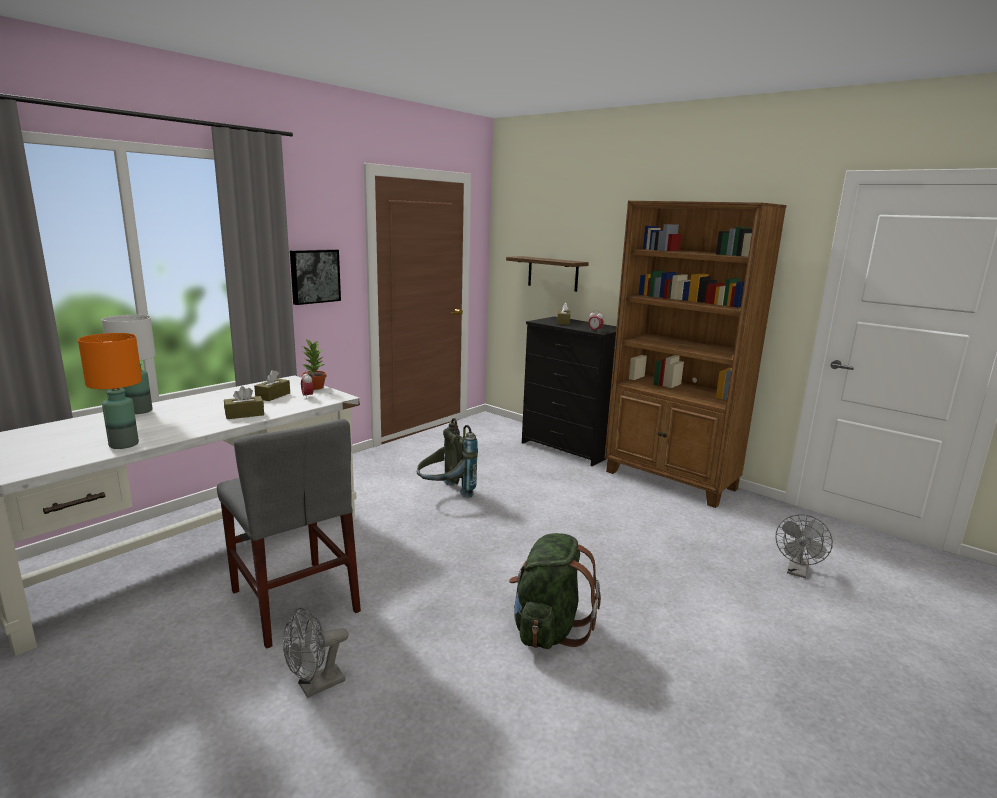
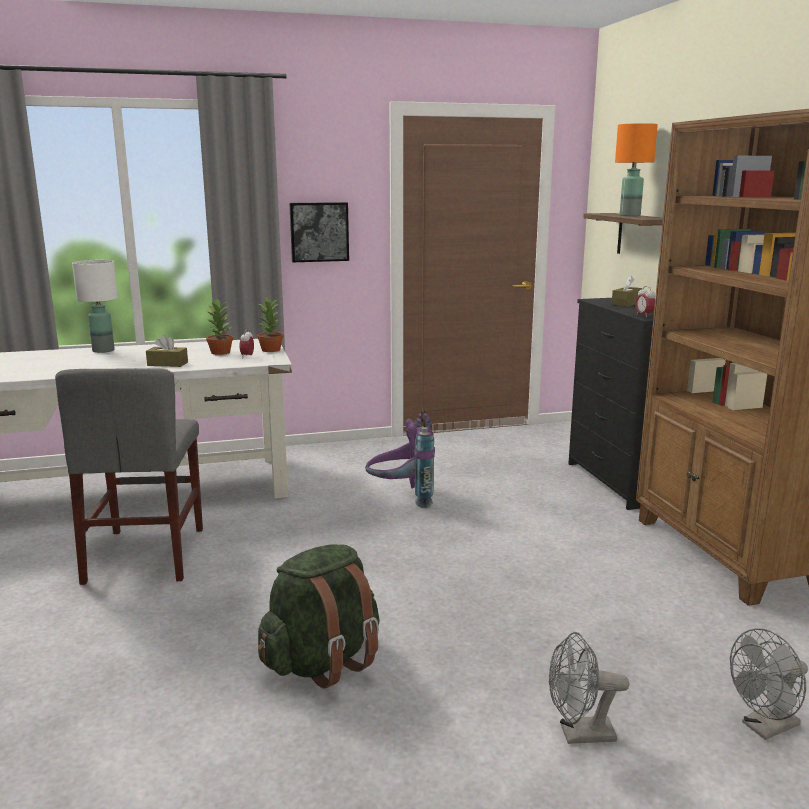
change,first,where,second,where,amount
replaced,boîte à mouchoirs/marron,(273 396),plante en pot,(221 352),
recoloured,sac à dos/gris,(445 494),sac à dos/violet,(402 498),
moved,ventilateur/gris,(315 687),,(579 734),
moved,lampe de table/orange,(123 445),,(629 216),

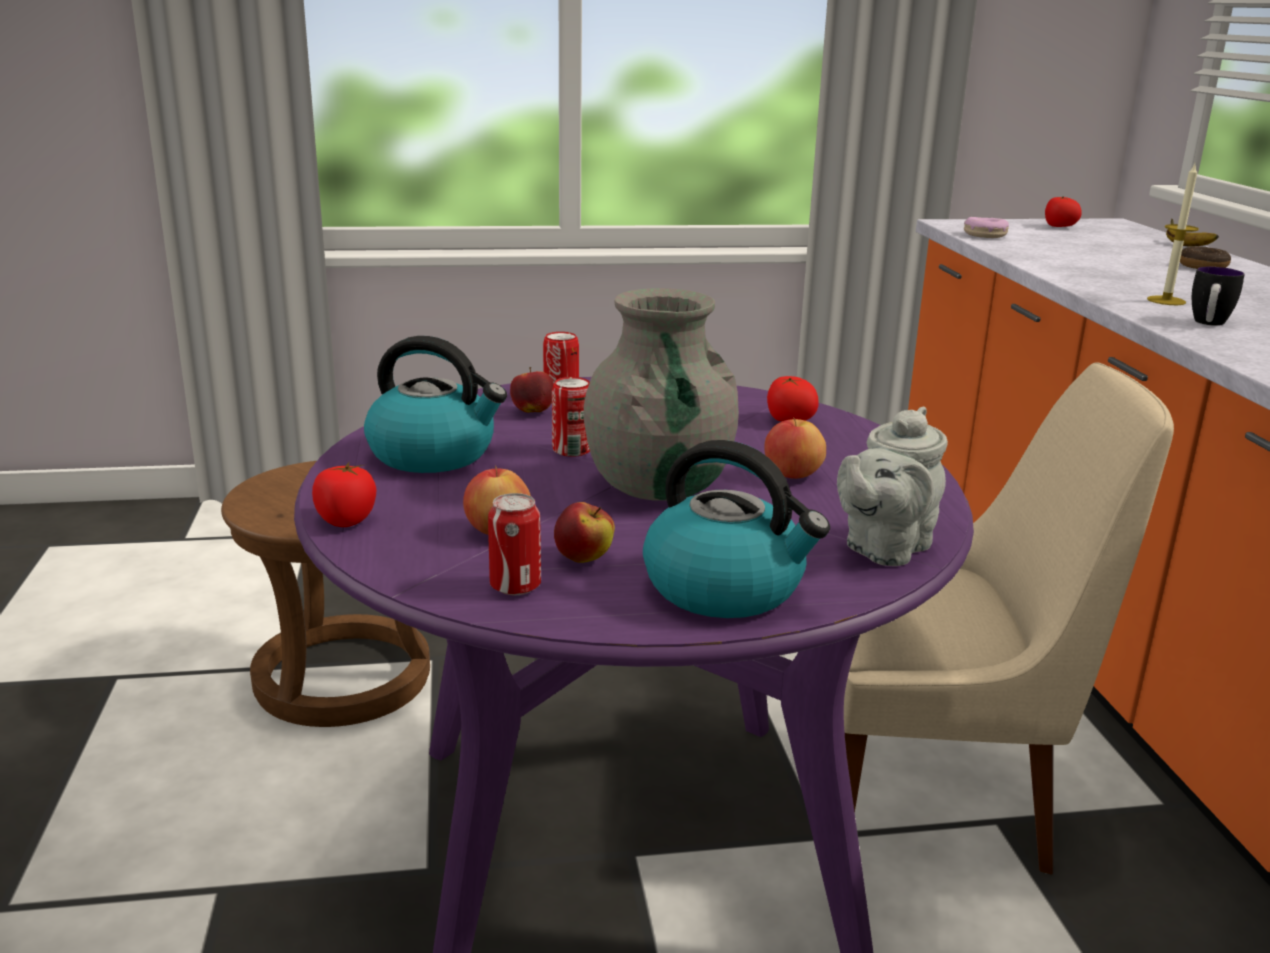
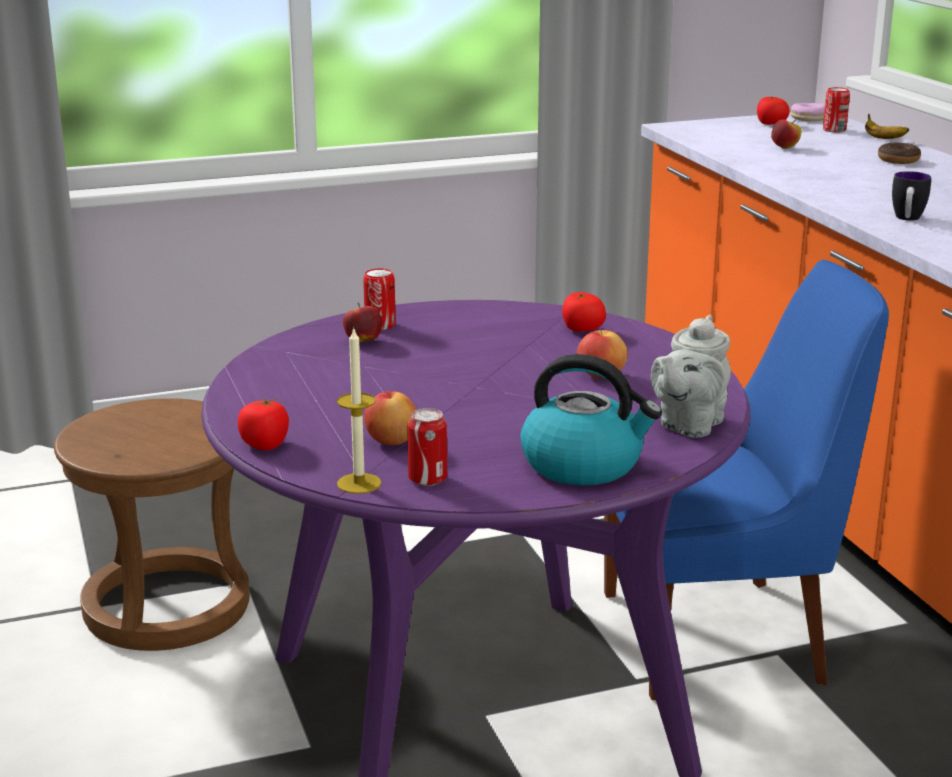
change,first,where,second,where,amount
moved,bougie,(1166 300),,(359 483),
recoloured,chaise/beige,(932 792),chaise/bleu,(721 637),
moved,pomme,(584 558),,(785 148),
moved,beignet,(985 235),,(809 118),
moved,boîte métallique,(572 450),,(834 130),
removed,bouilloire,(434 454),,,
removed,vase/gris,(659 486),,,

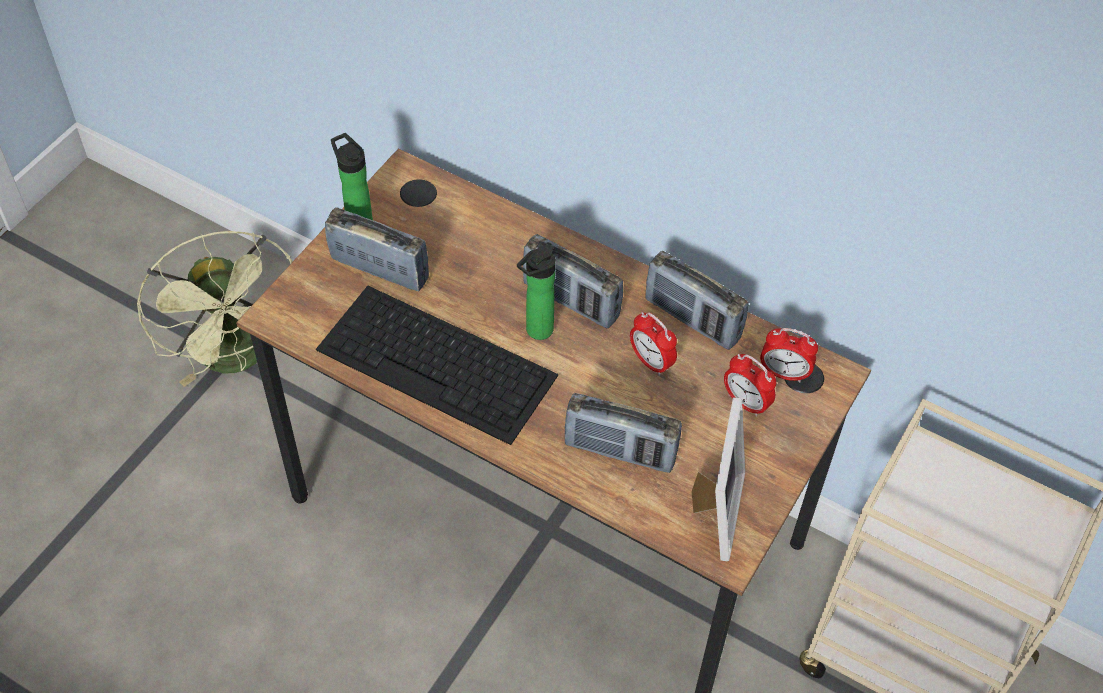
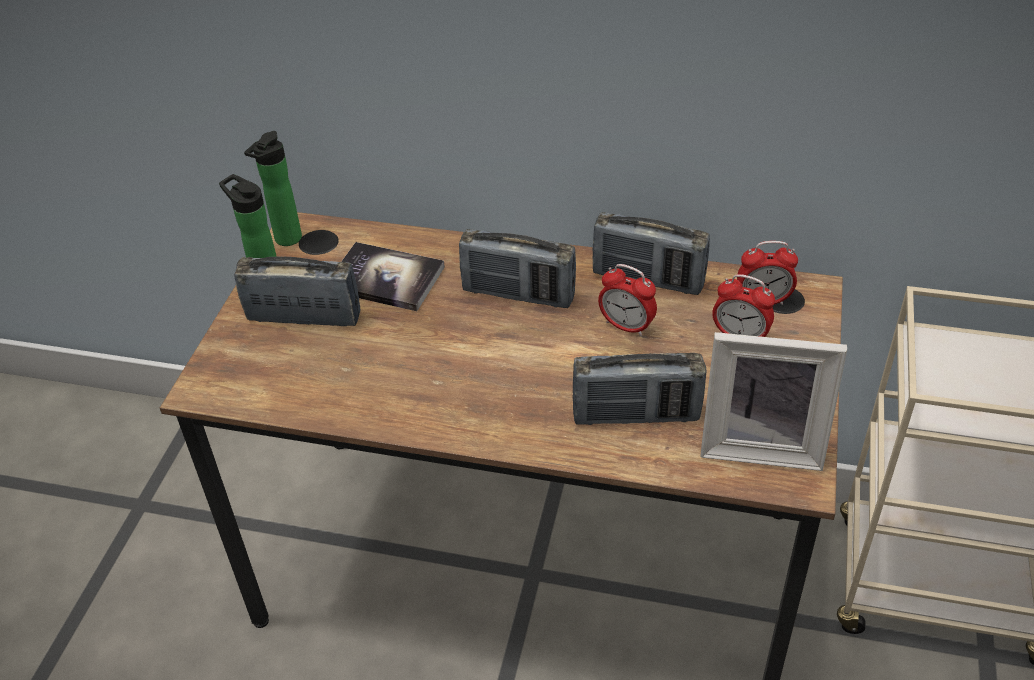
change,first,where,second,where,amount
moved,bouteille,(536 332),,(285 240),
added,,,livre,(385 278),
turned,cadre photo,(712 511),,(761 444),105 degrees clockwise
removed,ventilateur/vert,(240 358),,,
removed,clavier,(439 363),,,

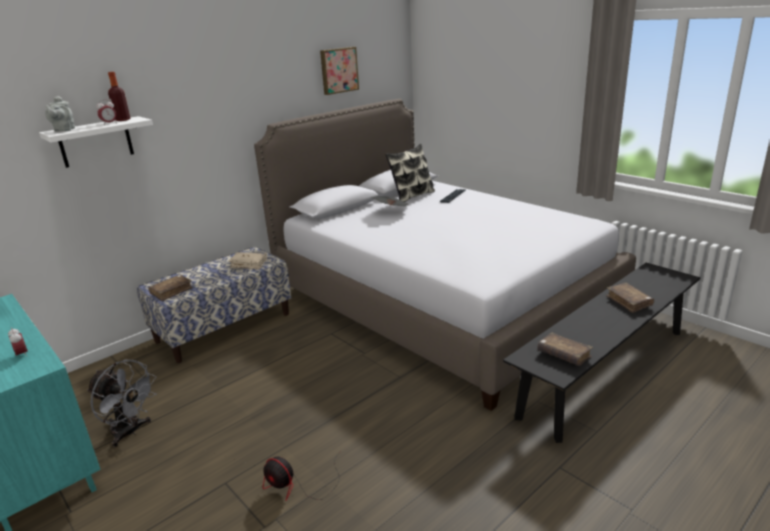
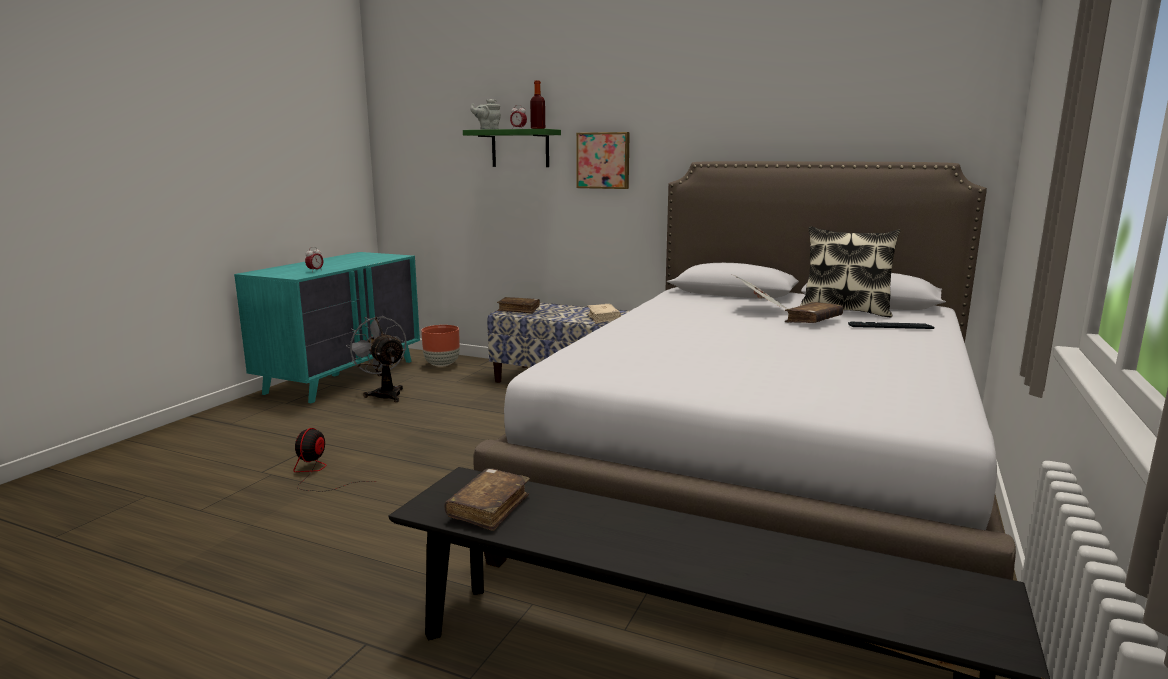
change,first,where,second,where,amount
turned,ventilateur/gris,(130 432),,(384 394),135 degrees clockwise
added,,,cache-pot/marron,(441 365),
recoloured,étagère/blanc,(96 142),étagère/vert,(520 148),
moved,tableau,(338 70),,(603 160),
moved,livre/marron,(629 302),,(813 321),

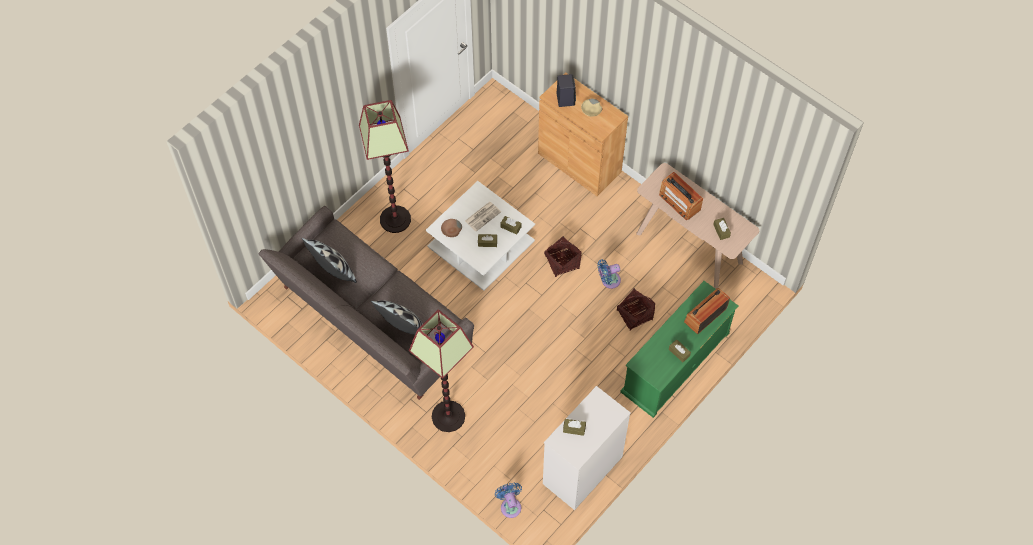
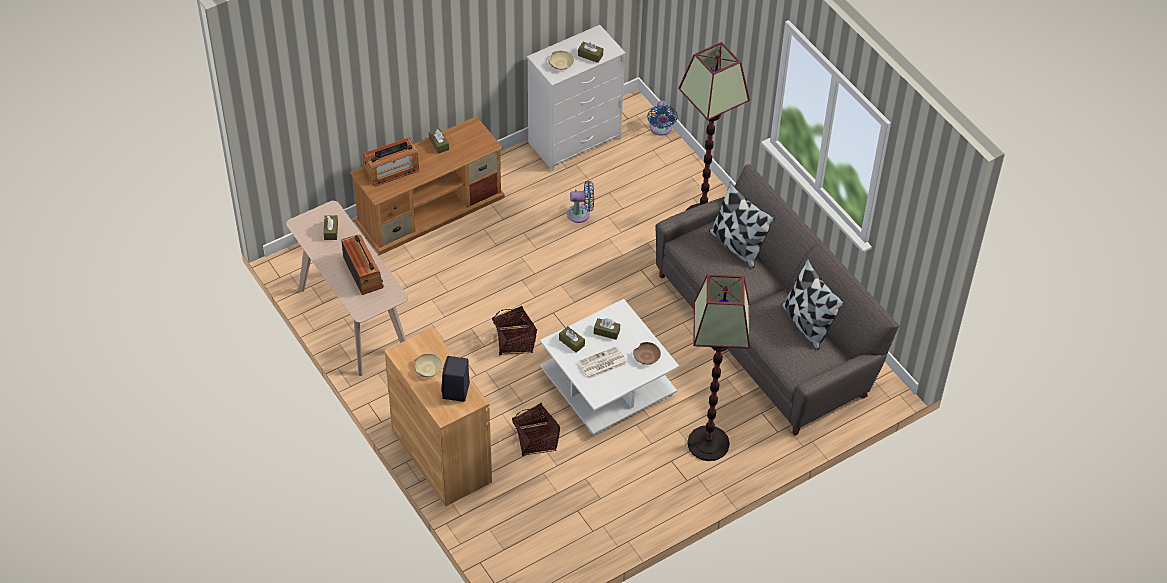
change,first,where,second,where,amount
recoloured,meuble télé/vert,(675 363),meuble télé/marron,(431 209),
moved,panier,(635 315),,(535 440),
added,,,bol/beige,(561 63),
moved,ventilateur/bleu,(608 280),,(581 214),

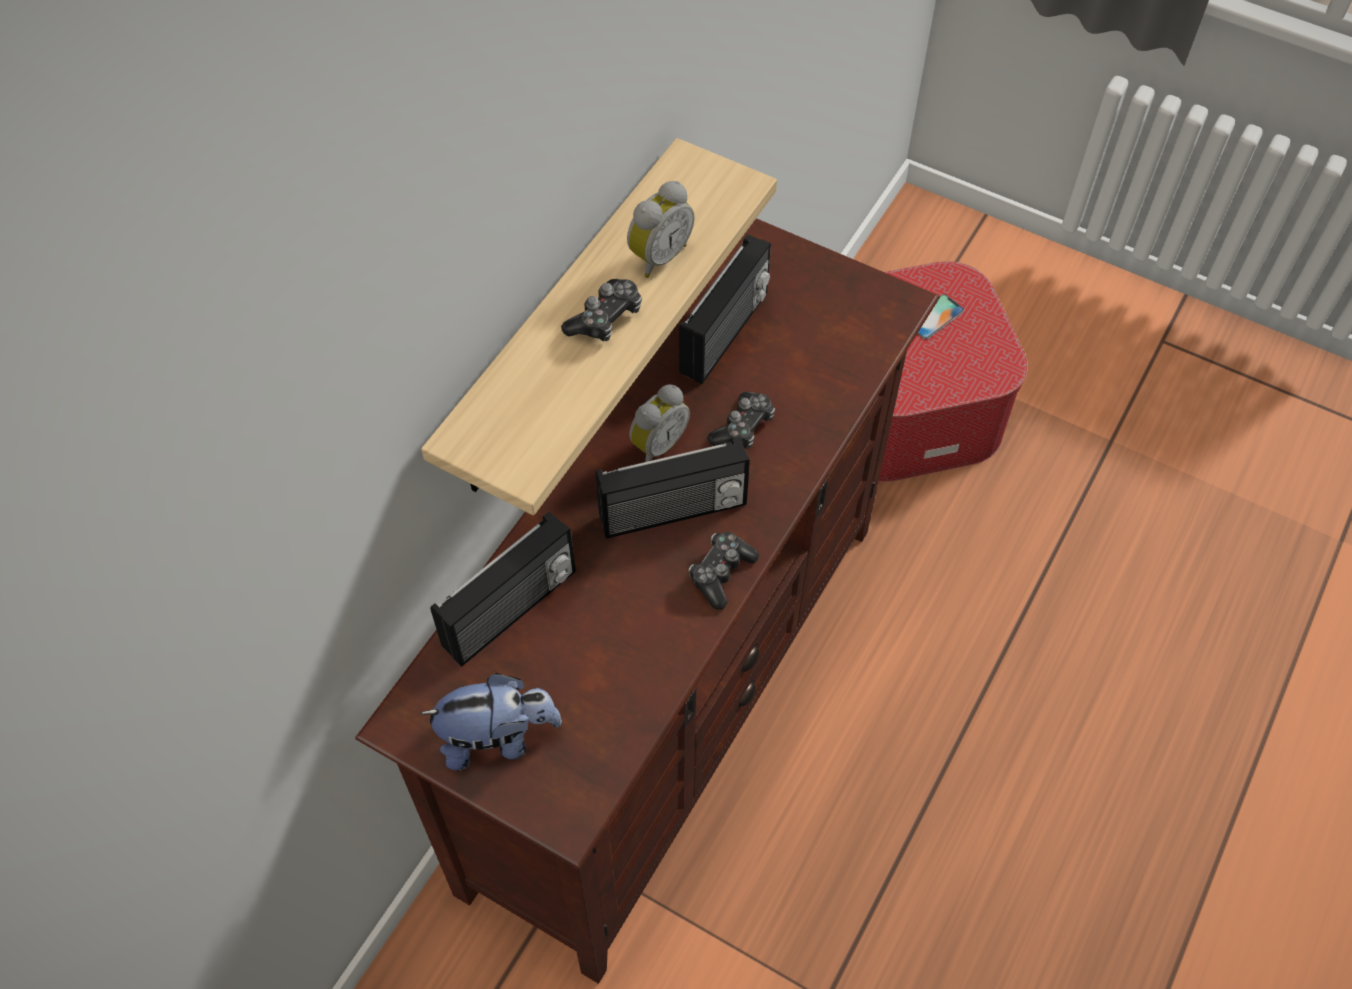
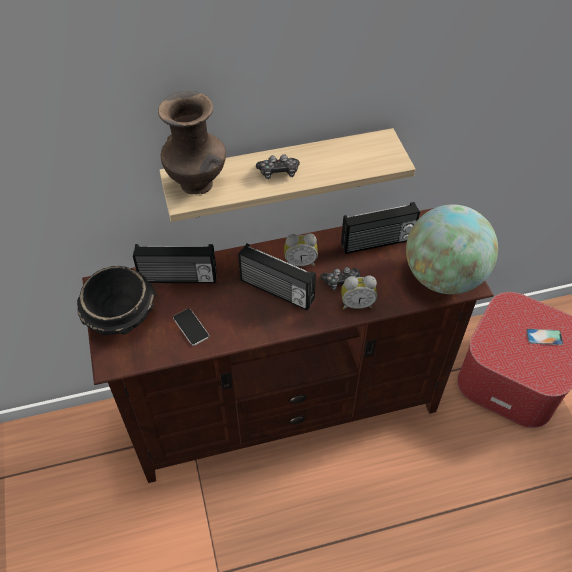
change,first,where,second,where,amount
replaced,peluche,(497 738),bol/noir,(121 316),
added,,,vase/marron,(198 185),
added,,,téléphone,(191 327),
moved,réveil,(657 256),,(357 304),
added,,,globe,(443 277),
removed,manette,(721 573),,,

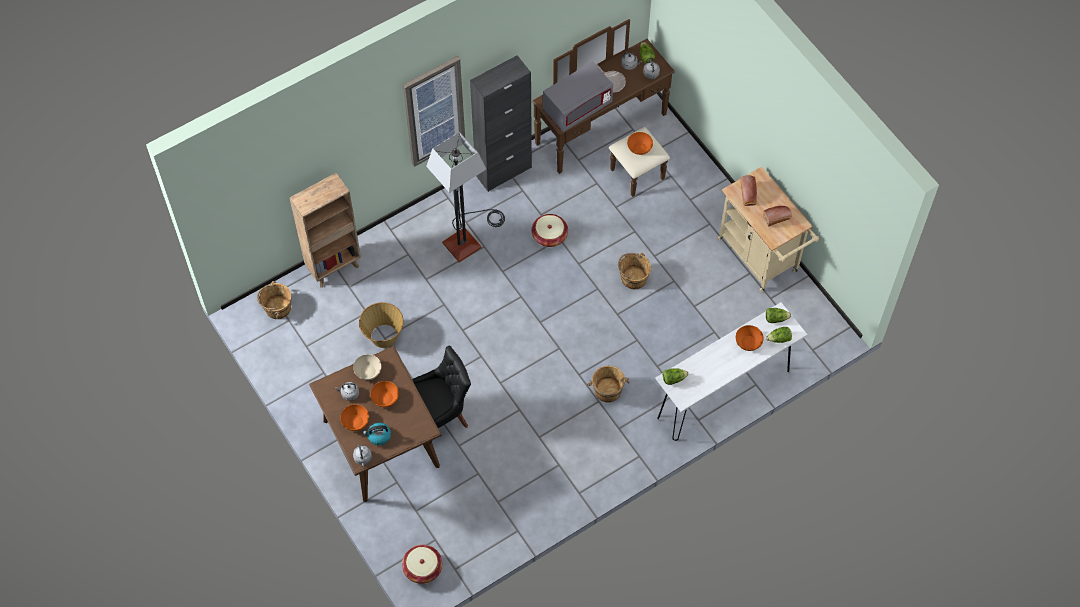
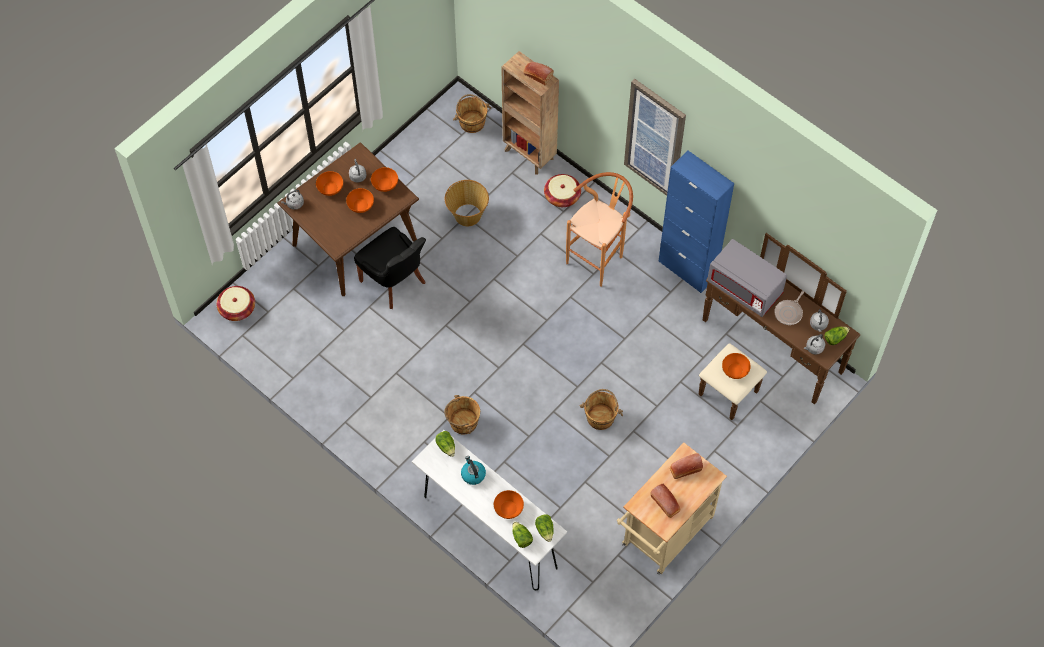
change,first,where,second,where,amount
recoloured,bol/beige,(368 371),bol/orange,(385 184),
moved,bouilloire,(379 436),,(473 474),
added,,,pain,(537 75),
moved,panier,(549 236),,(562 196),
replaced,lampadaire,(468 238),tabouret/marron,(598 257),
recoloured,meuble de rangement/noir,(503 171),meuble de rangement/bleu,(687 269),

